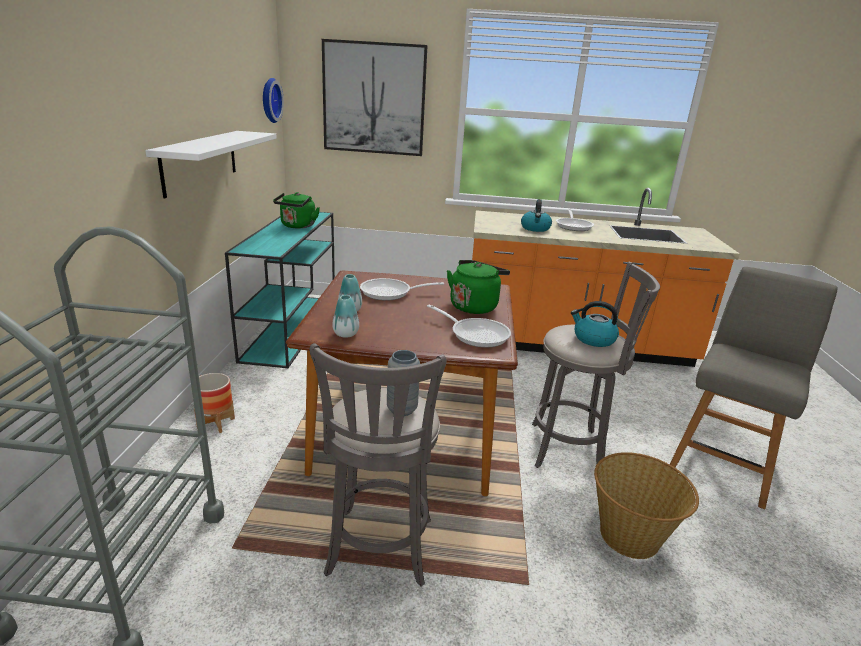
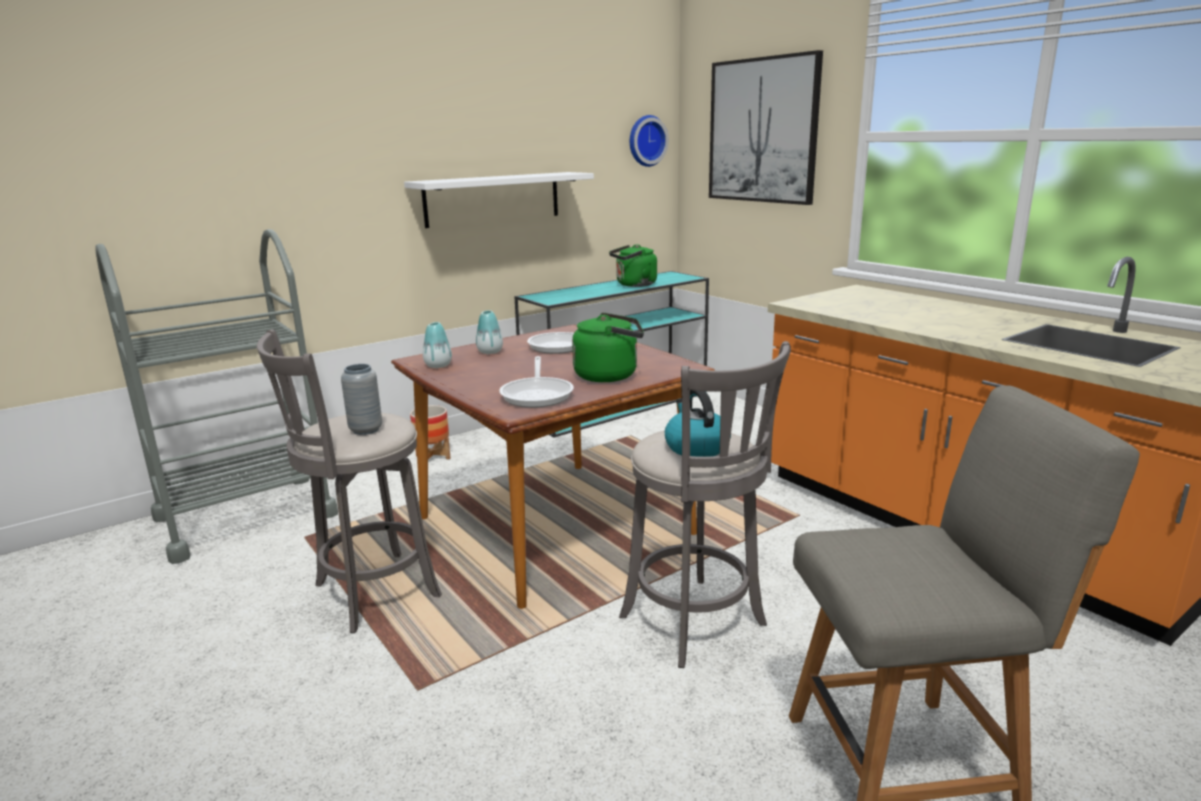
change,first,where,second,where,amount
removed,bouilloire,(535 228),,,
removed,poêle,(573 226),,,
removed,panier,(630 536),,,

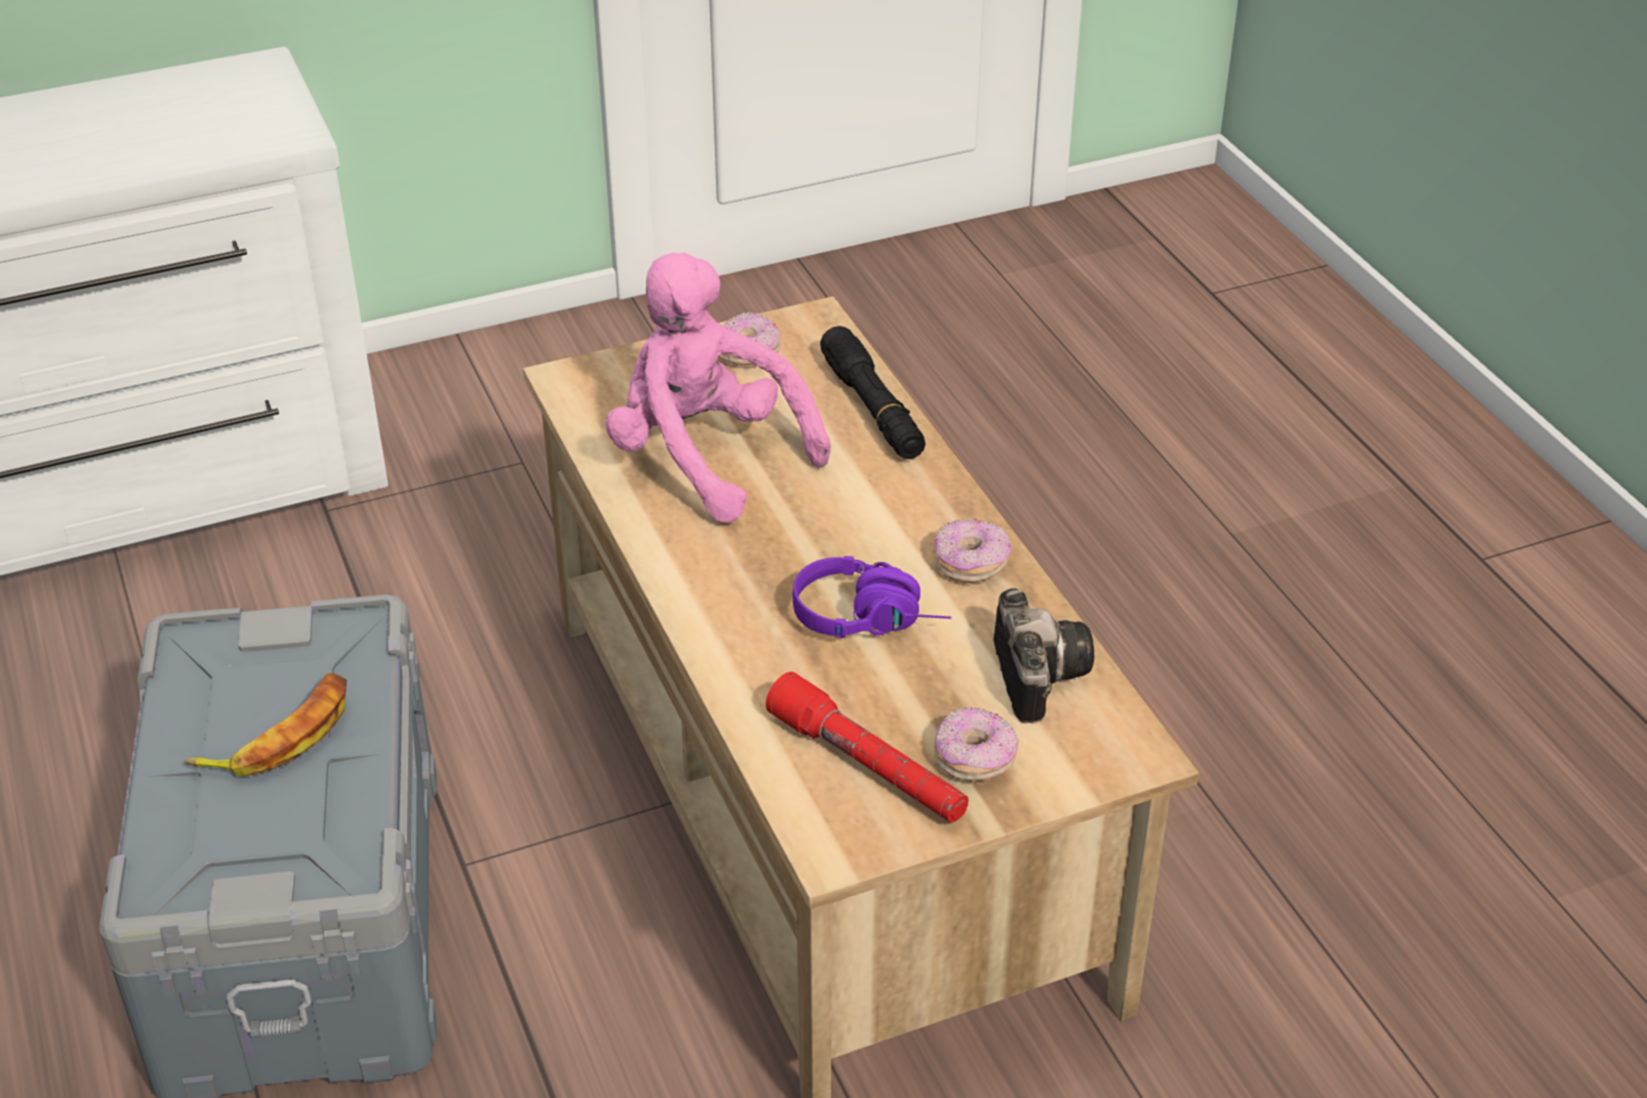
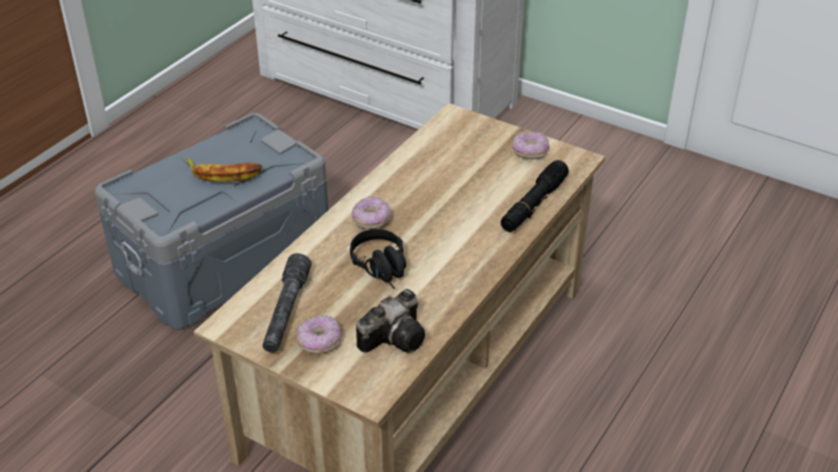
change,first,where,second,where,amount
recoloured,lampe de poche/rouge,(868 766),lampe de poche/gris,(286 312),
recoloured,casque audio/violet,(871 618),casque audio/noir,(384 270),
moved,beignet,(970 564),,(371 221),
removed,peluche/rose,(706 457),,,

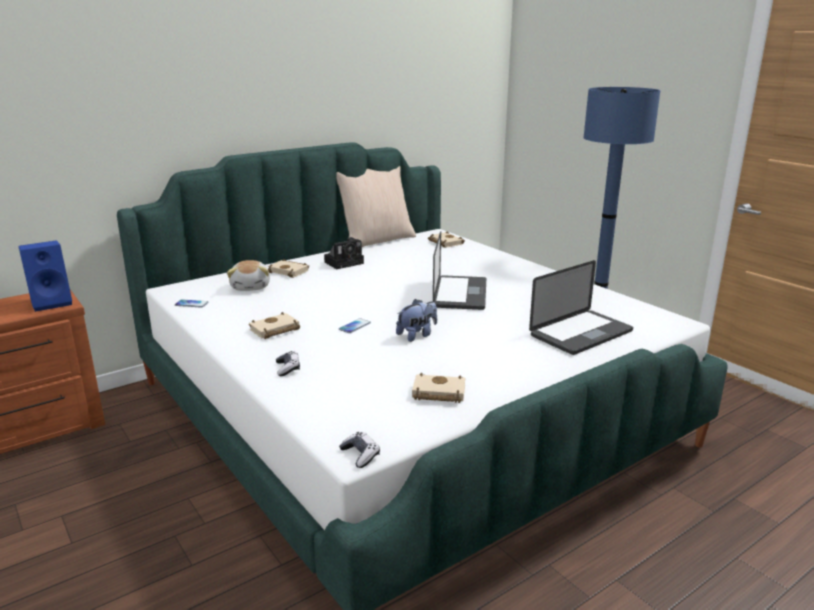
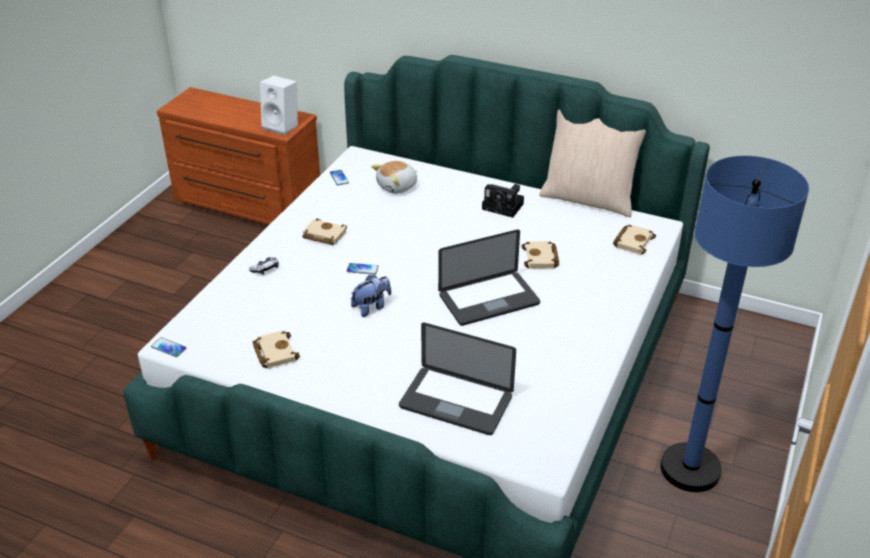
change,first,where,second,where,amount
replaced,manette,(360 455),téléphone,(168 348),
recoloured,enceinte/bleu,(53 302),enceinte/blanc,(282 126),
turned,peluche,(417 335),,(371 307),60 degrees counterclockwise
moved,livre/beige,(290 271),,(541 259),

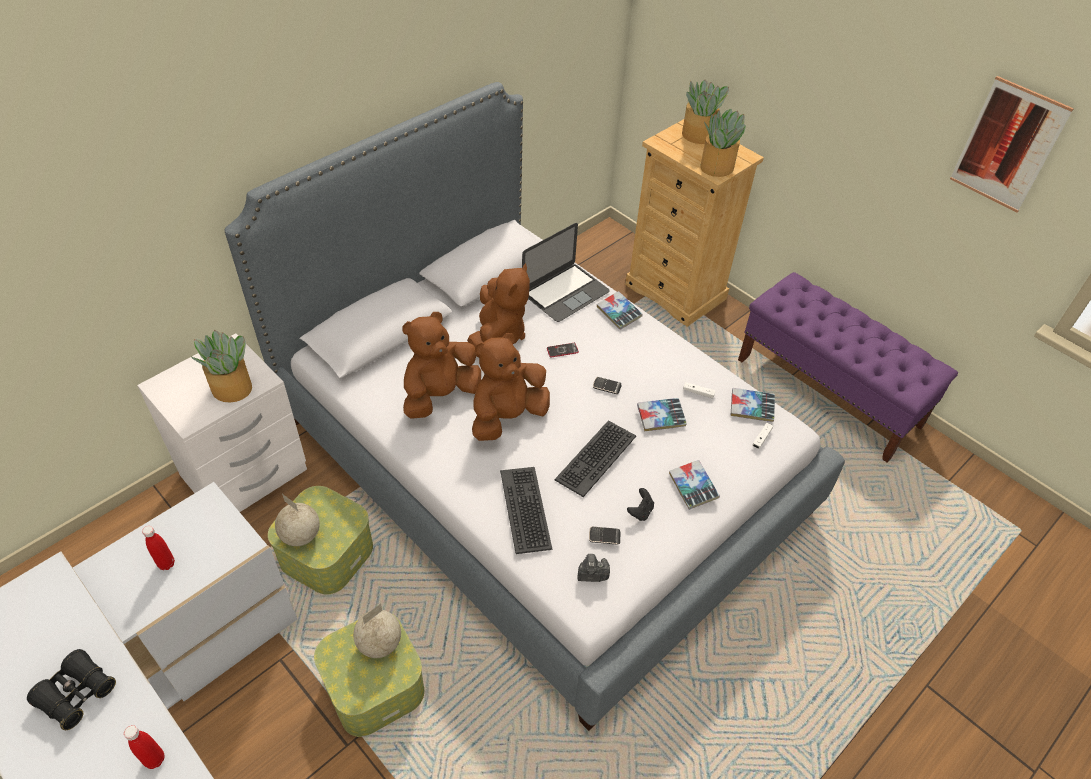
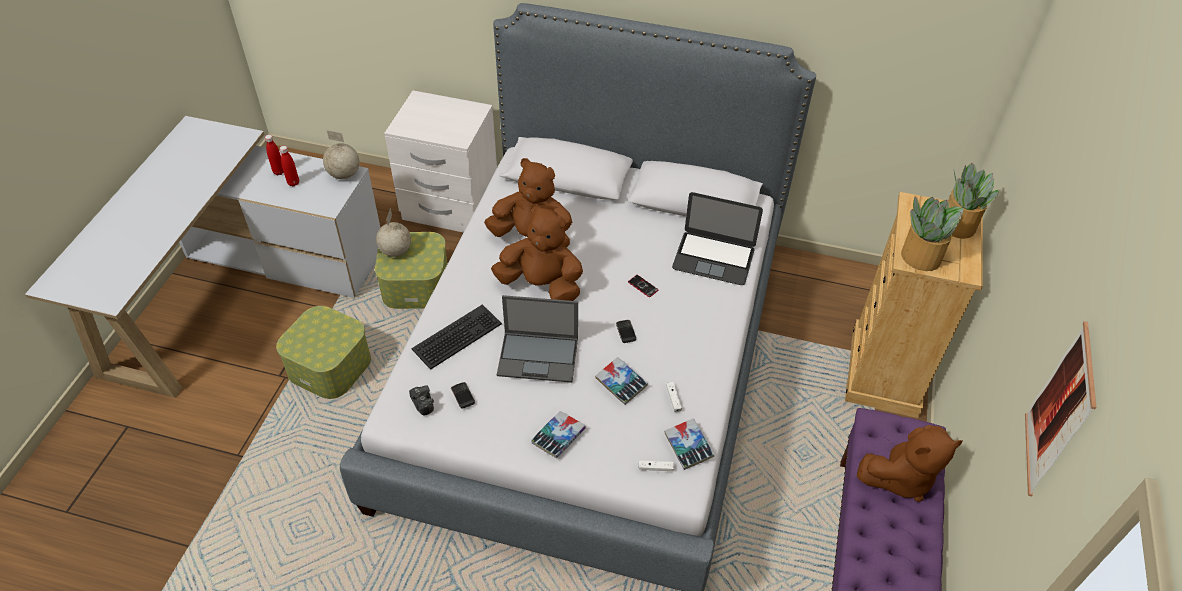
change,first,where,second,where,amount
moved,bouteille/rouge,(155 759),,(279 172),
moved,globe,(380 644),,(344 175),
replaced,clavier,(595 458),ordinateur portable,(539 356),
moved,peluche/marron,(498 335),,(901 477),
removed,jumelles/noir,(77 694),,,
removed,plante en pot,(232 389),,,
removed,livre,(618 313),,,
removed,manette/noir,(640 511),,,

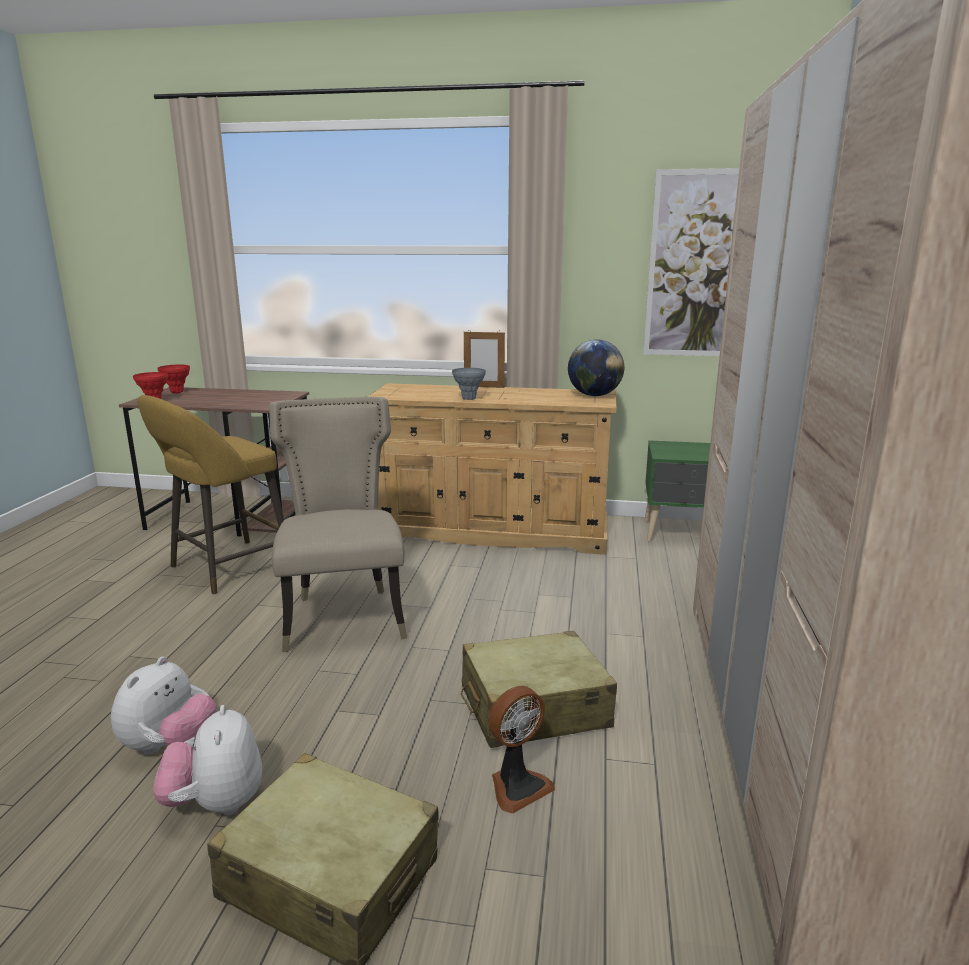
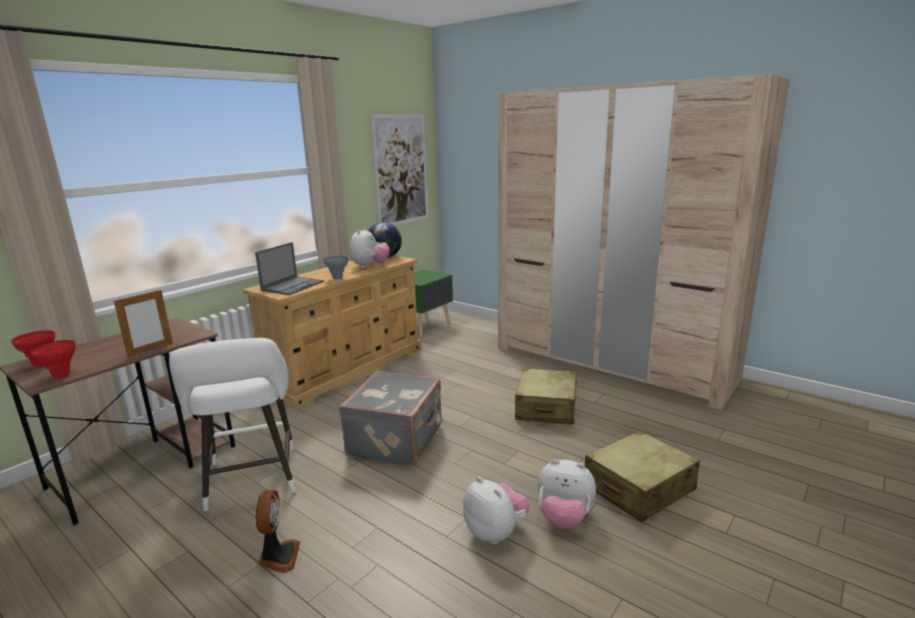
change,first,where,second,where,amount
moved,cadre photo,(484 387),,(150 350),
recoloured,tabouret/jaune,(225 569),tabouret/blanc,(252 482),
added,,,ordinateur portable,(293 286),
moved,ventilateur,(517 786),,(278 557),
replaced,chaise/beige,(344 616),valise/gris,(397 441),
added,,,peluche,(370 266),

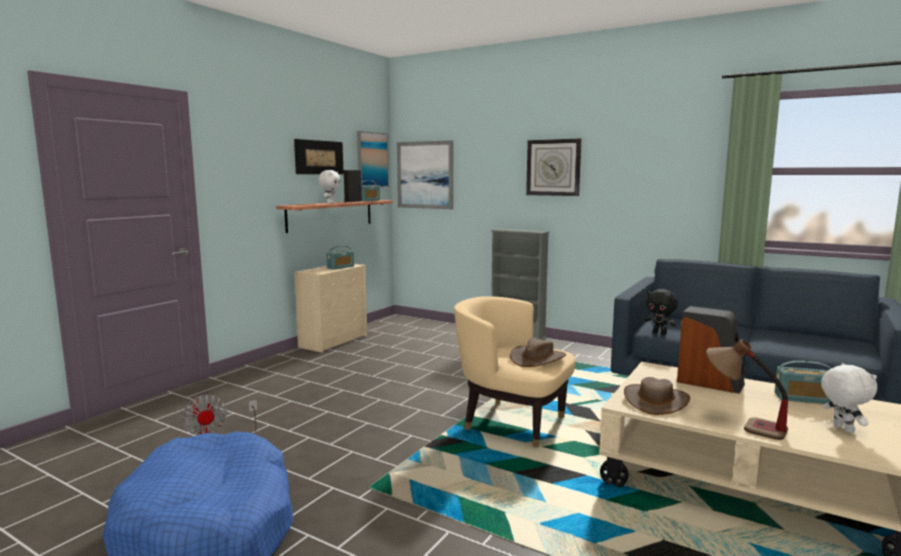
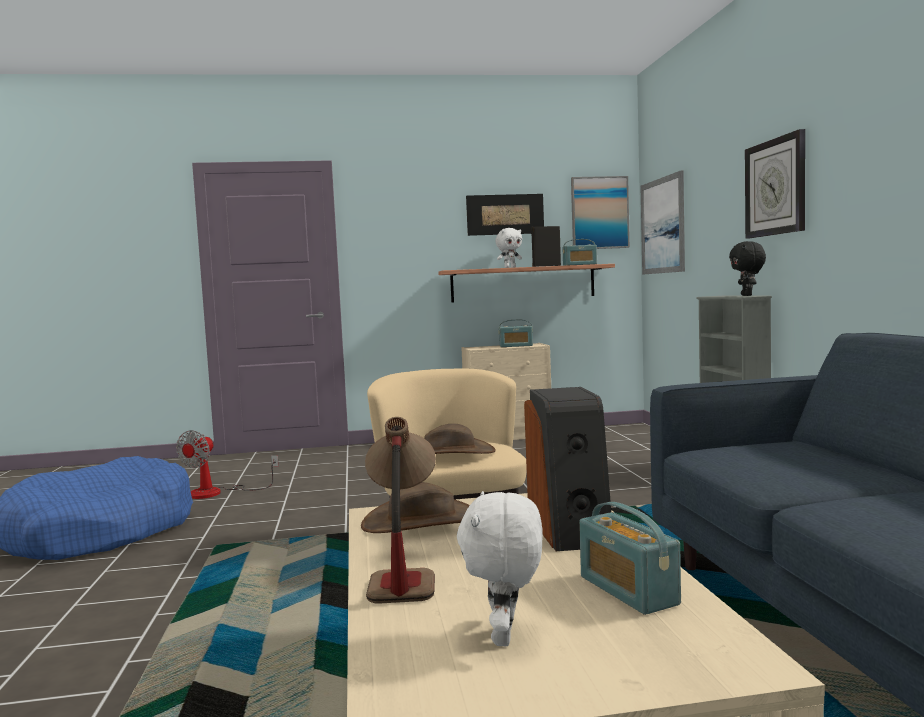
change,first,where,second,where,amount
turned,peluche/blanc,(842 429),,(506 637),150 degrees clockwise
moved,peluche/noir,(660 332),,(747 295),

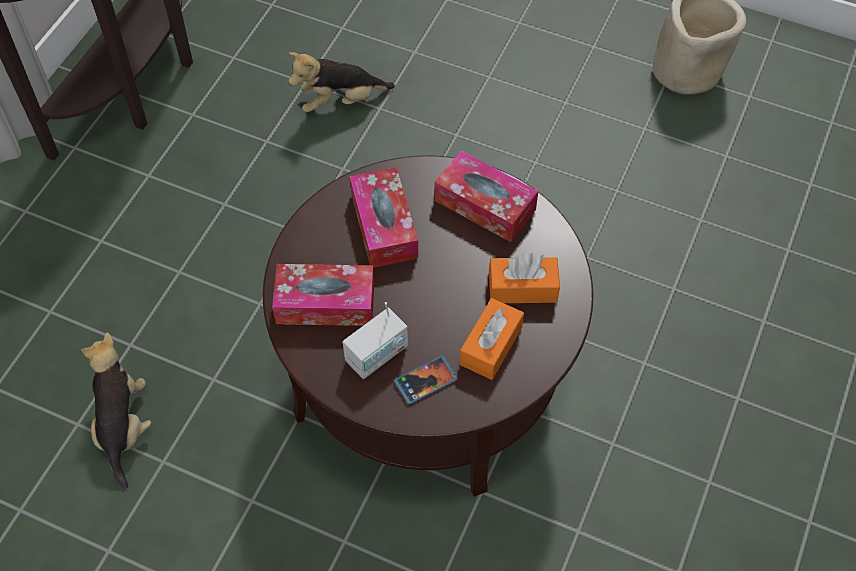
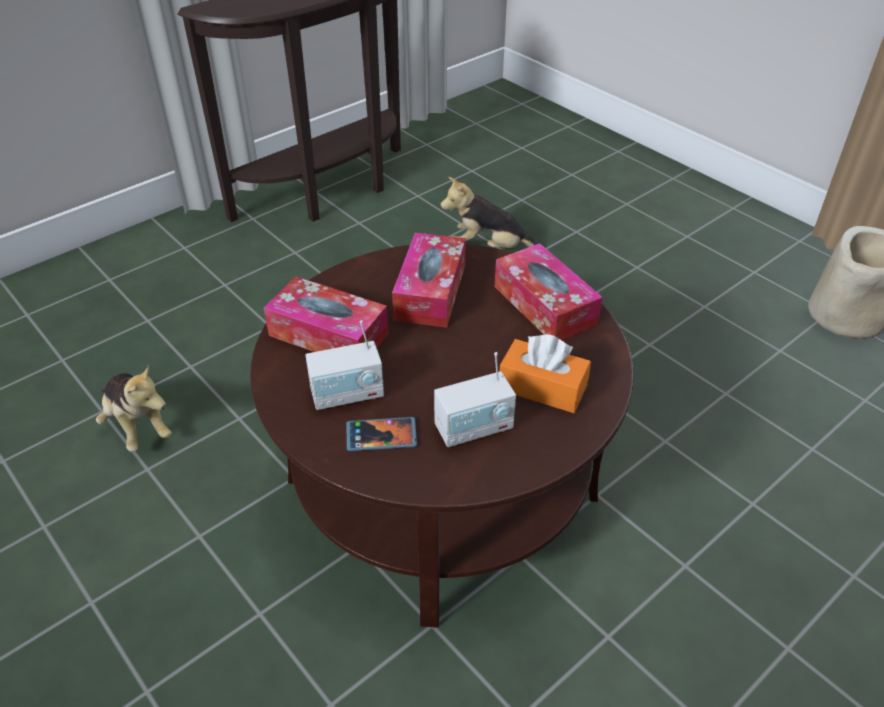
change,first,where,second,where,amount
turned,peluche,(123 425),,(137 426),120 degrees clockwise
replaced,boîte à mouchoirs/orange,(491 346),radio,(474 428),

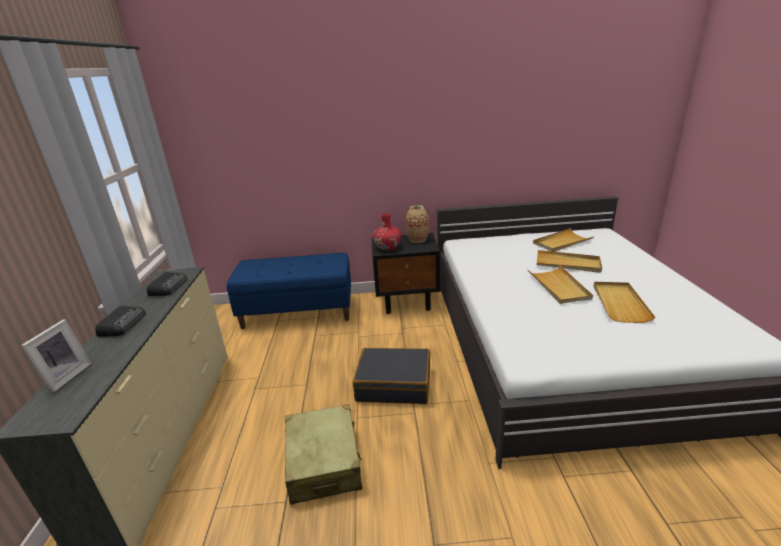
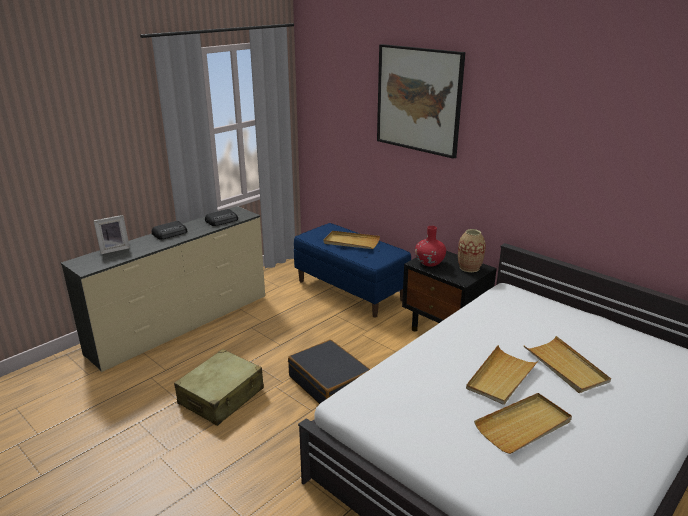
change,first,where,second,where,amount
moved,plateau/beige,(562 242),,(351 242),
added,,,tableau,(418 100),

